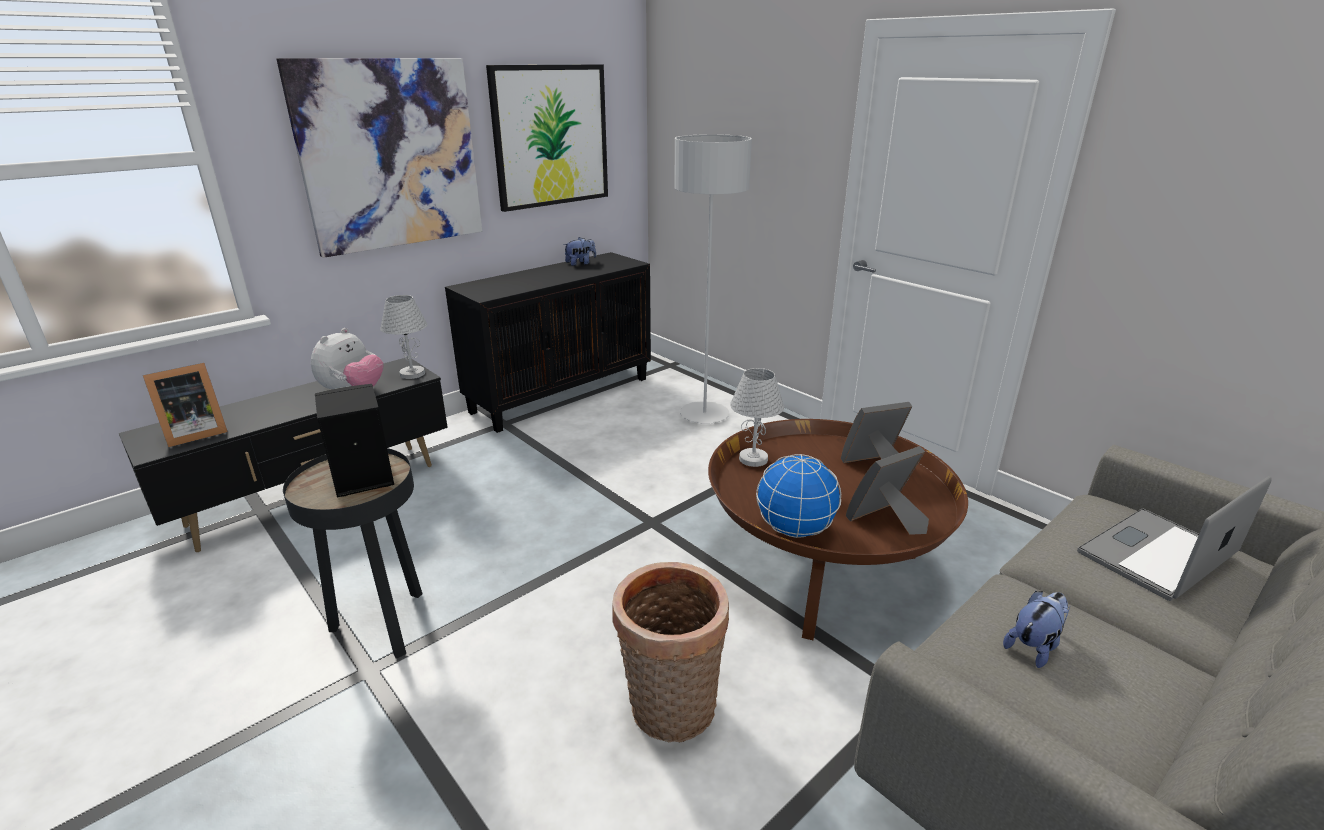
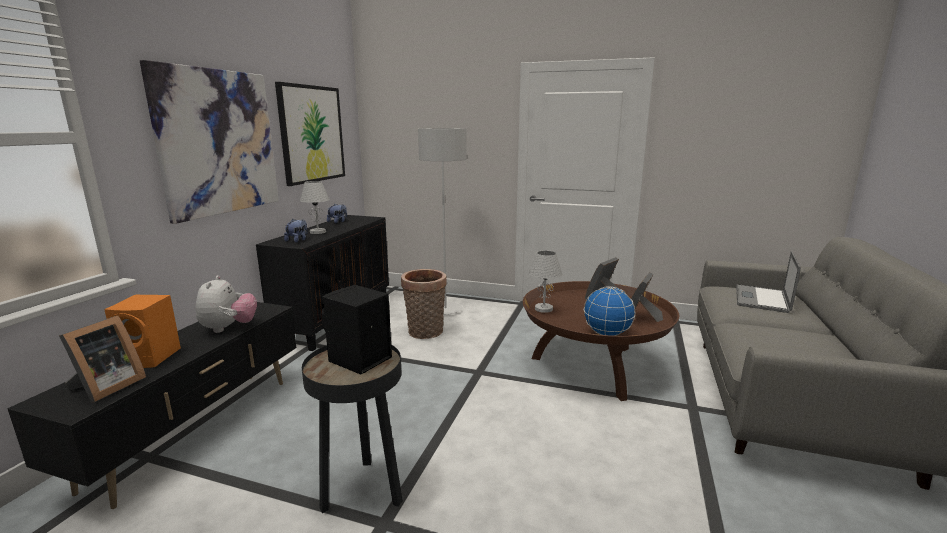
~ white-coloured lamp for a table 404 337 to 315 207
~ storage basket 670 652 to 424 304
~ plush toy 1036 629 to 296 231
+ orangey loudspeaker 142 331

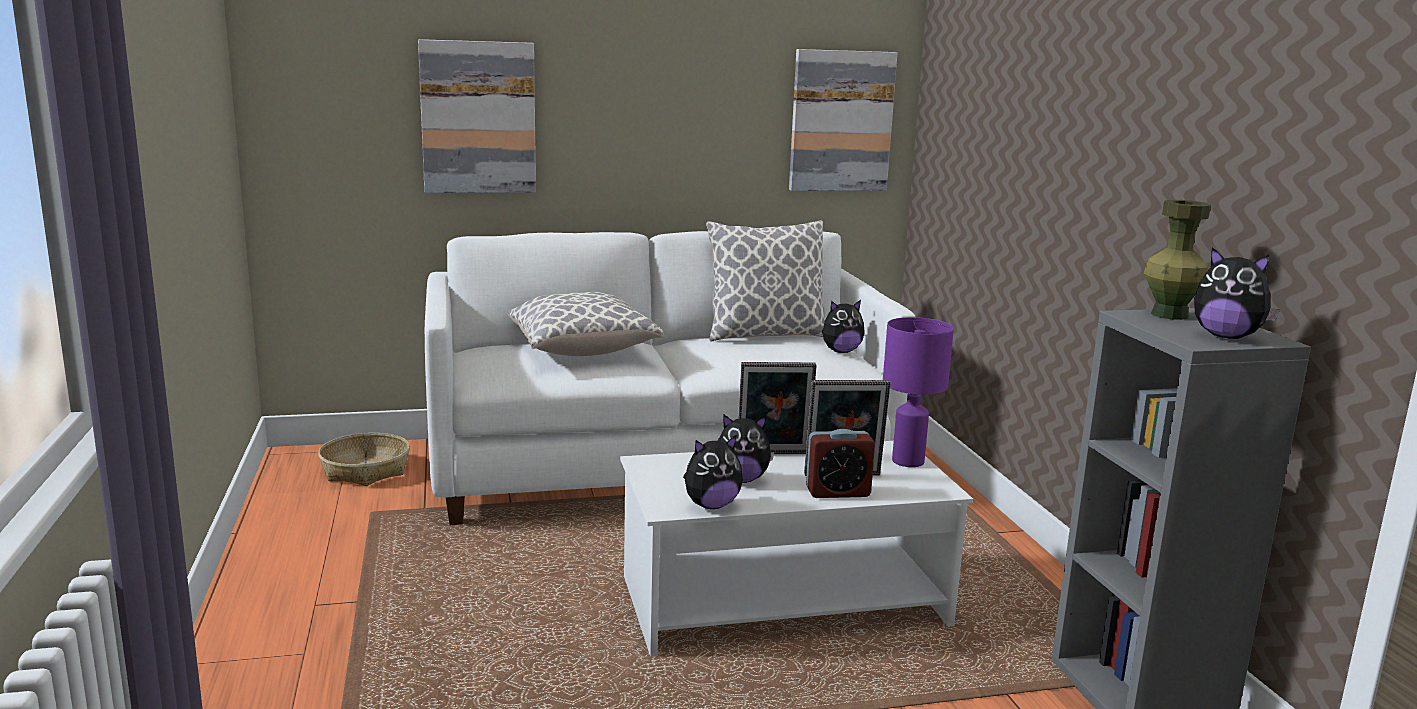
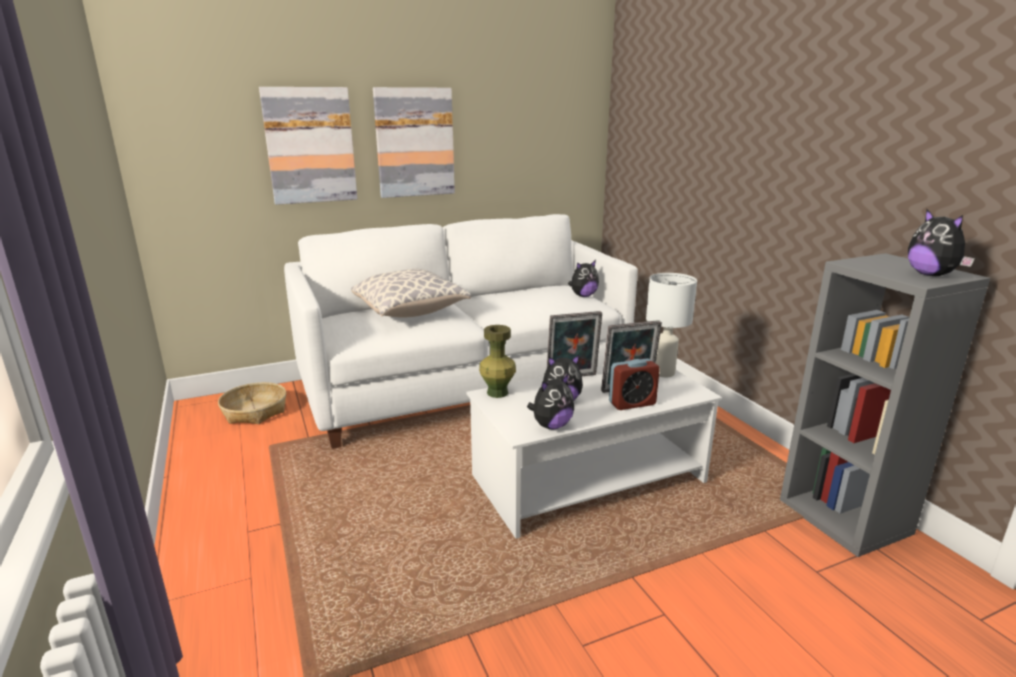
- throw pillow 765 281
~ picture 843 120 to 414 142
~ purple lamp for a table 918 392 to white-coloured lamp for a table 671 325
~ green decorative vase 1177 260 to 497 361
~ plush toy 1237 293 = 941 243 45 degrees clockwise

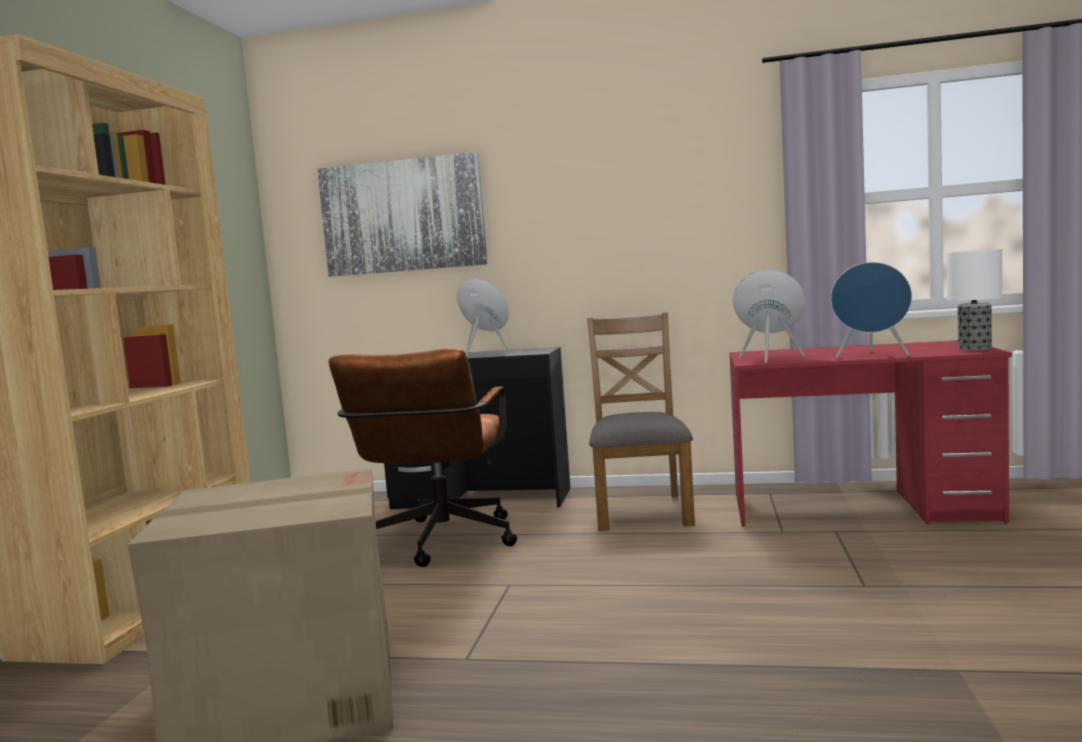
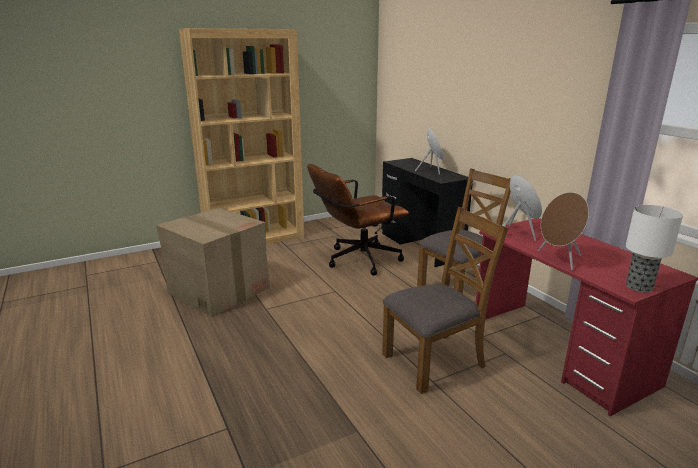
- picture 402 214
~ blue-coloured loudspeaker 871 310 to brownish loudspeaker 563 231
+ brownish chair 445 300

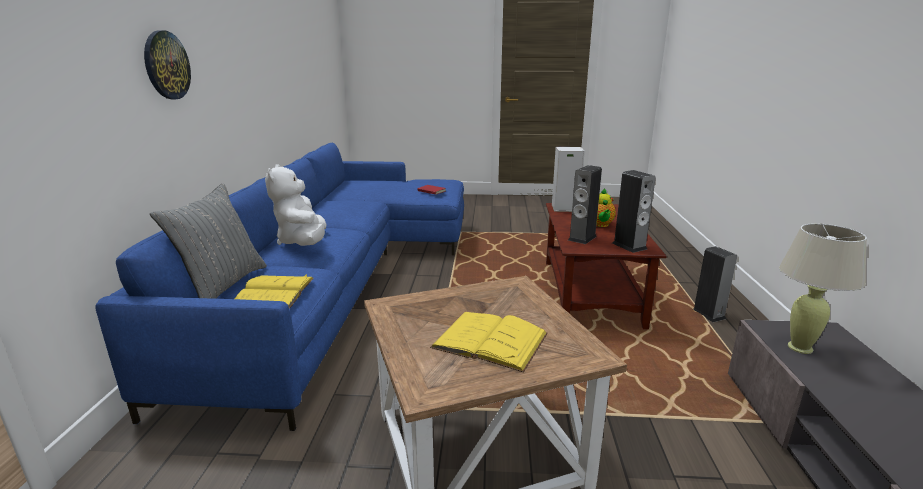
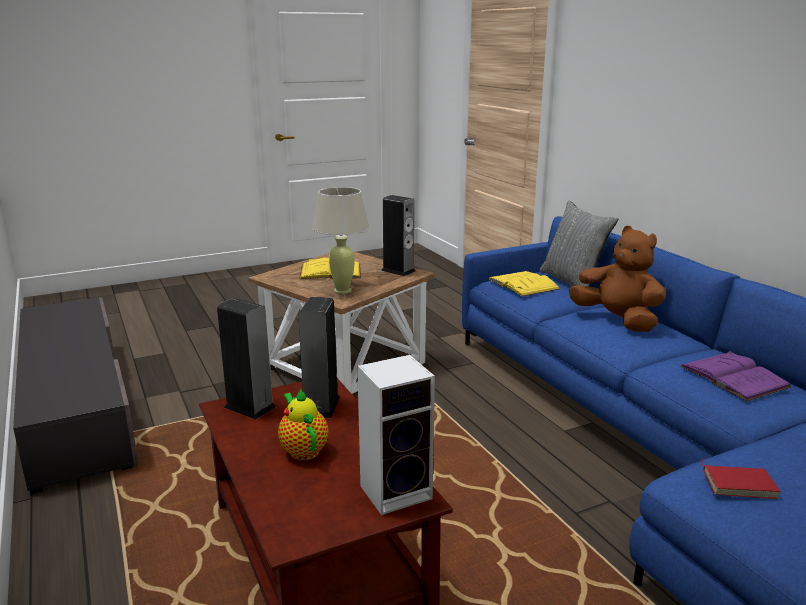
- wall clock 167 64
~ white-coloured plush toy 295 205 to brownish plush toy 617 279
~ loudspeaker 715 284 to 398 235
~ beige-coloured lamp for a table 823 288 to 340 240
+ purple volume 736 376

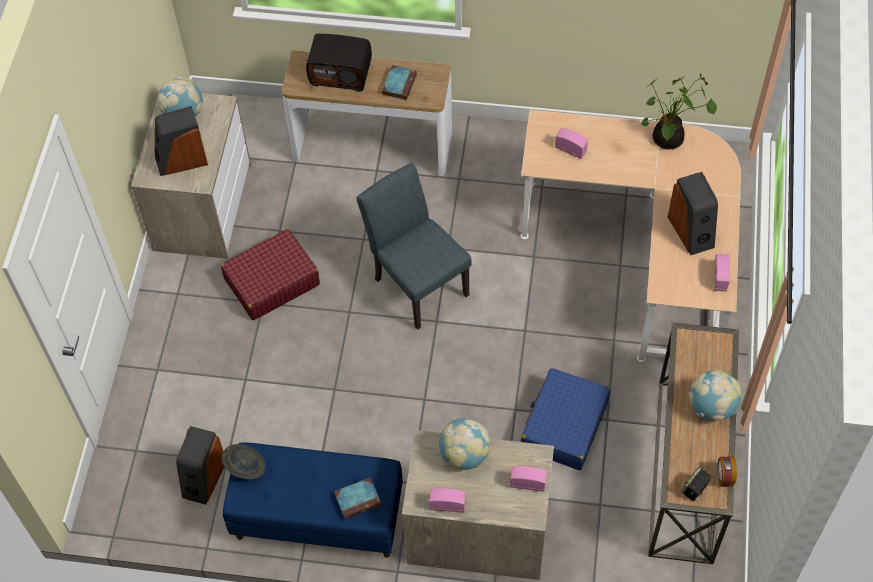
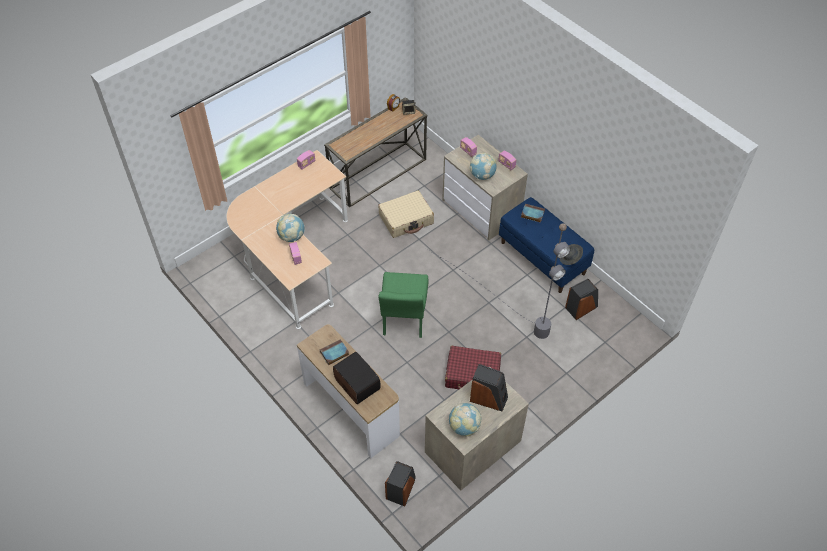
~ greyish chair 414 246 to green chair 403 305
~ blue-coloured travel case 565 419 to beige-coloured travel case 406 214
- potted plant 679 111
~ loudspeaker 693 213 to 400 484
~ globe 715 395 to 290 228
+ greyish standard lamp 498 281

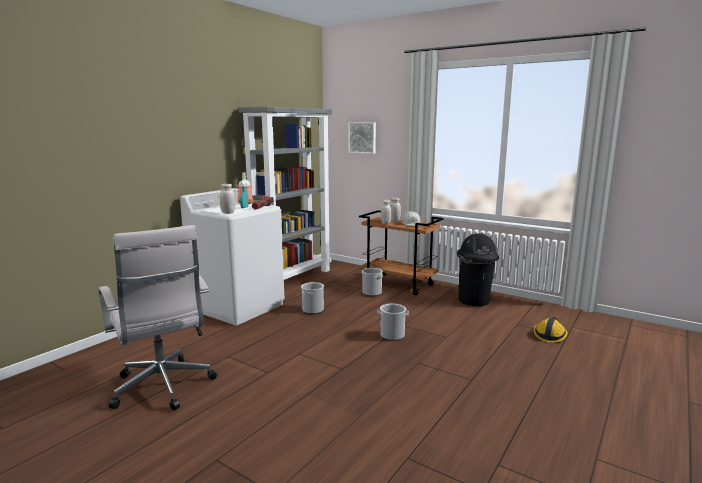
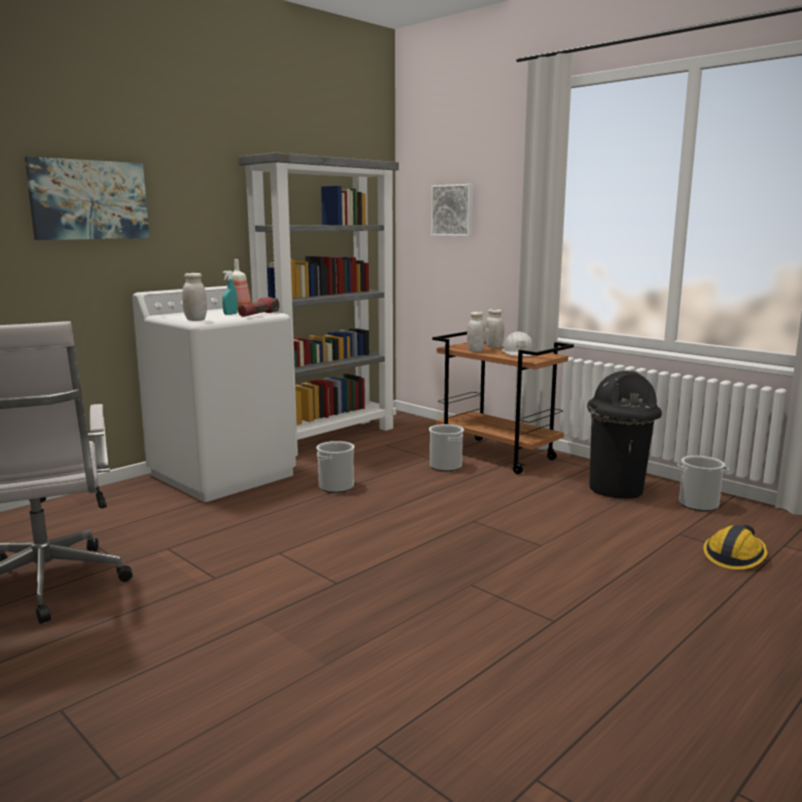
~ bucket 393 322 to 703 483
+ picture 87 198

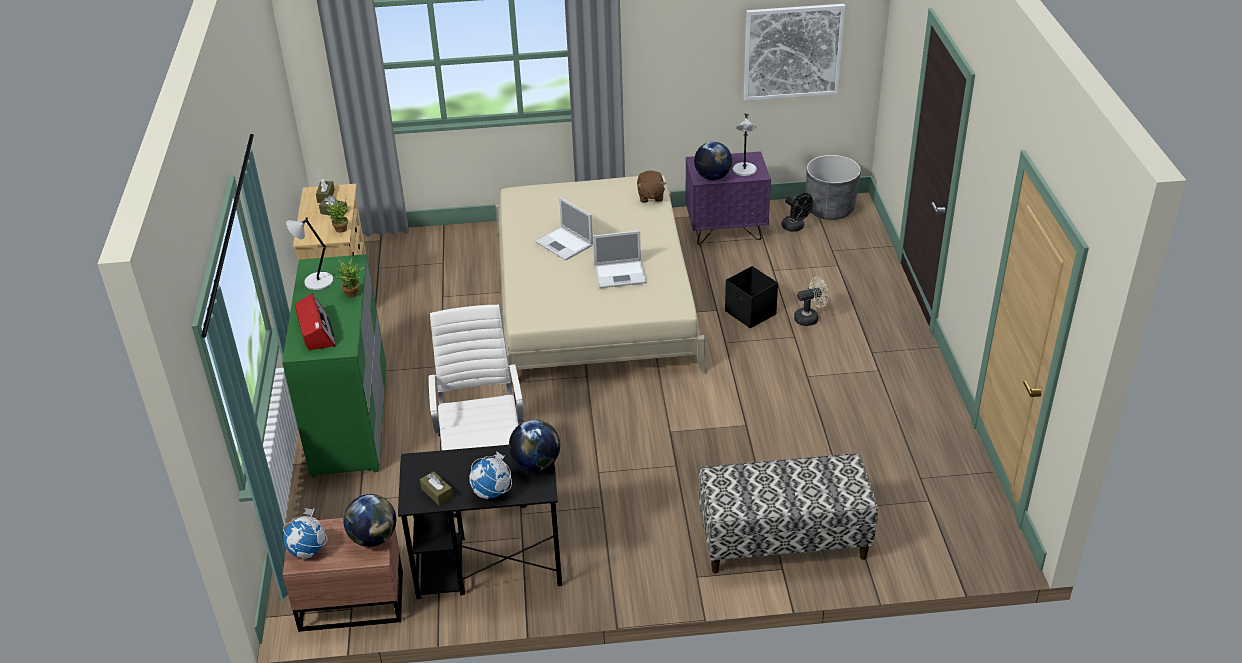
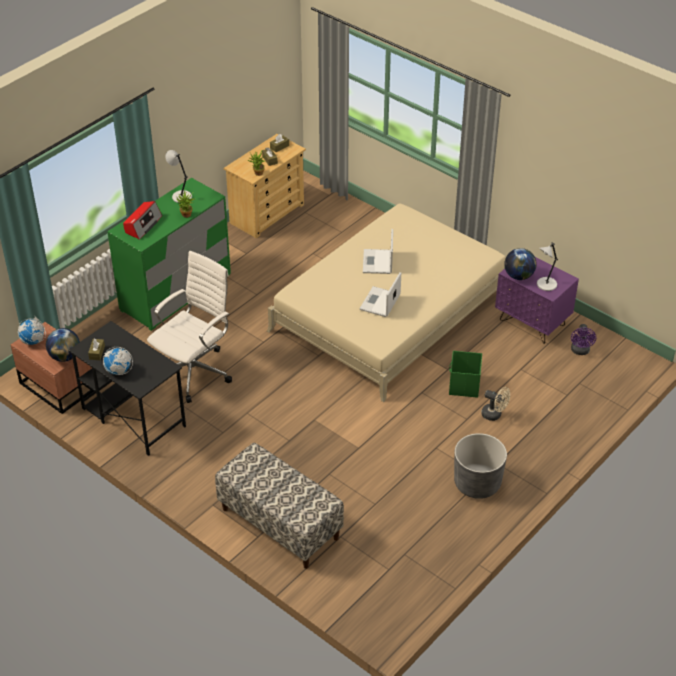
- globe 534 445
~ laptop 620 259 = 380 294 75 degrees clockwise
- brownish plush toy 651 187
~ black storage bin 751 297 to green storage bin 465 374
- picture 794 52
~ black fan 797 212 to purple fan 583 339
~ greyish planter 833 187 to 480 466

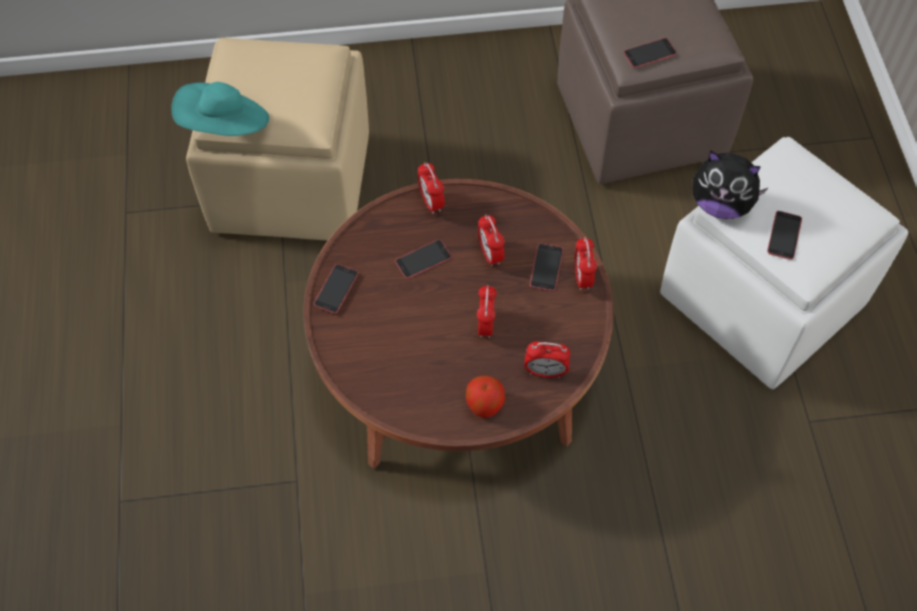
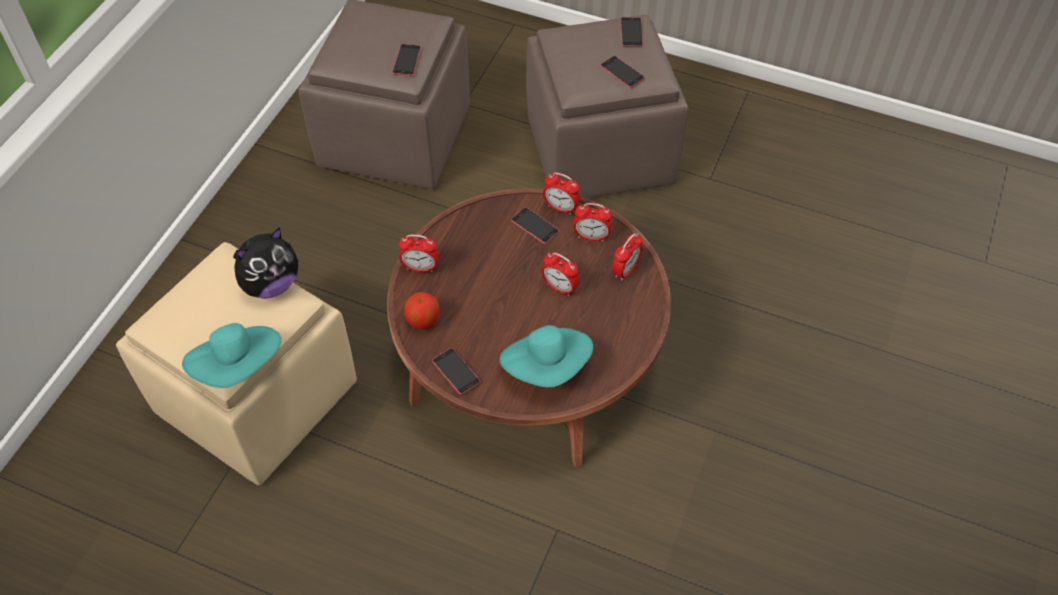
~ phone 423 259 to 631 32
~ apple fruit 485 397 to 422 310
~ table clock 491 241 to 592 222
~ white-coloured footrest 784 263 to brownish footrest 608 106
~ plush toy 730 184 to 265 263
+ turquoise-coloured wearable hat 546 356

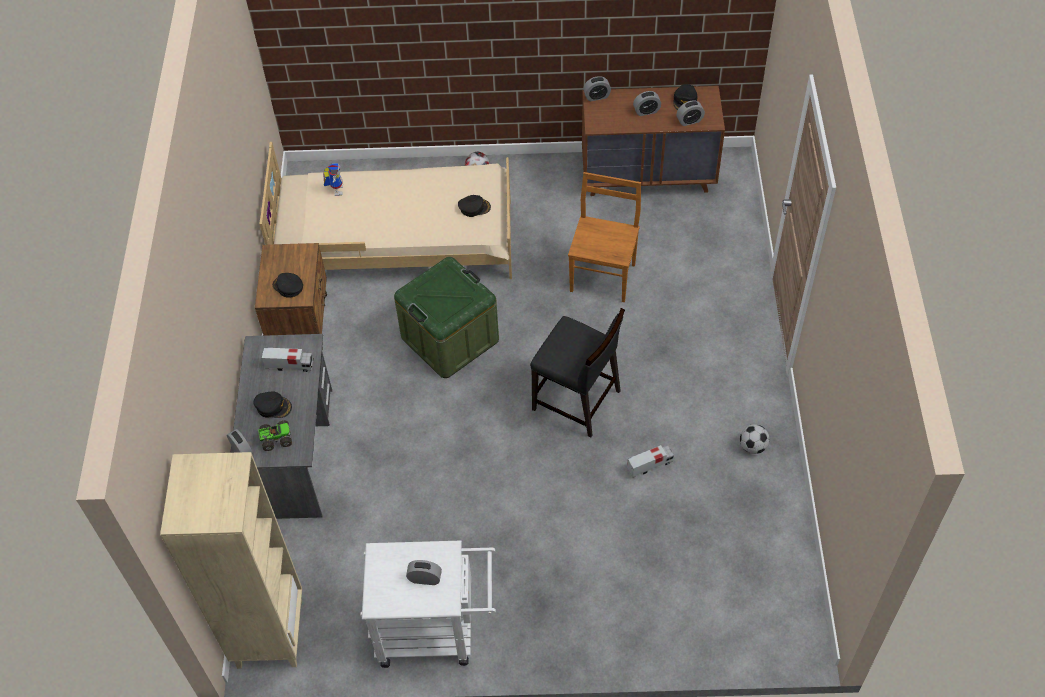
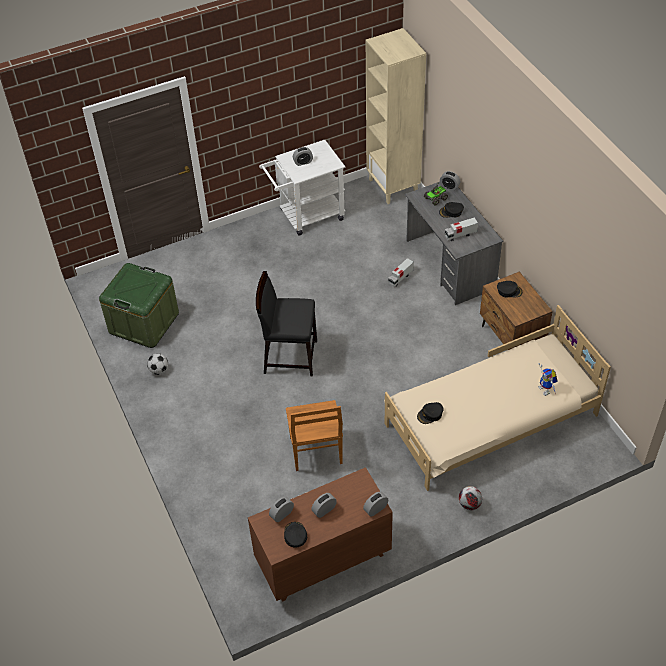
~ green storage bin 446 317 to 139 305
~ toy truck 650 461 to 401 272

